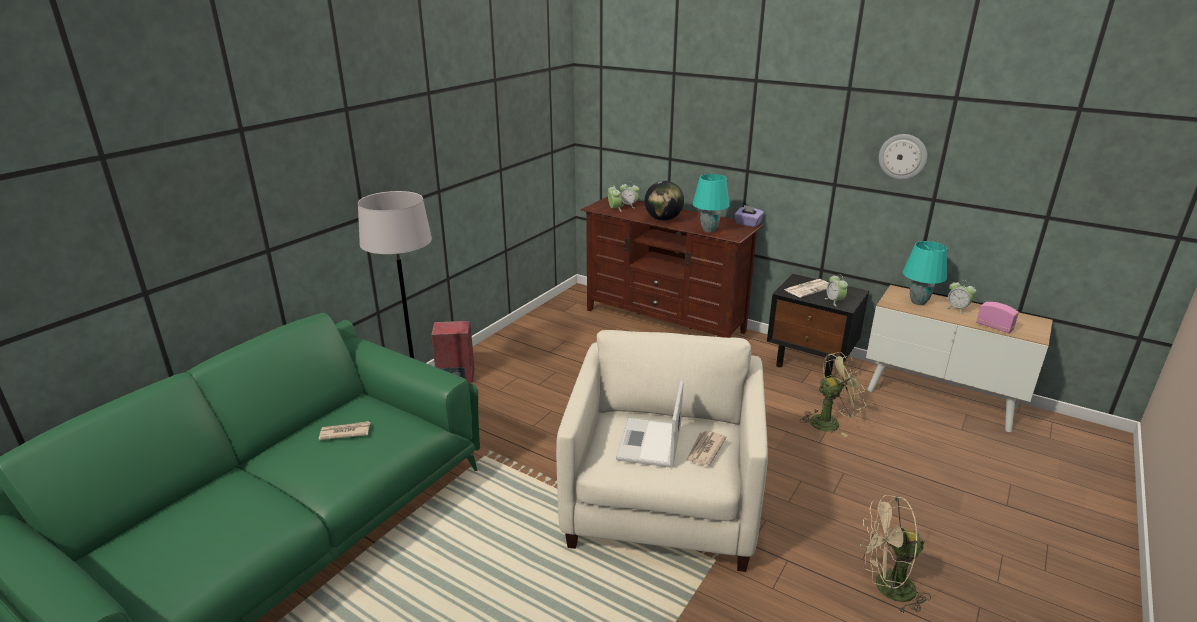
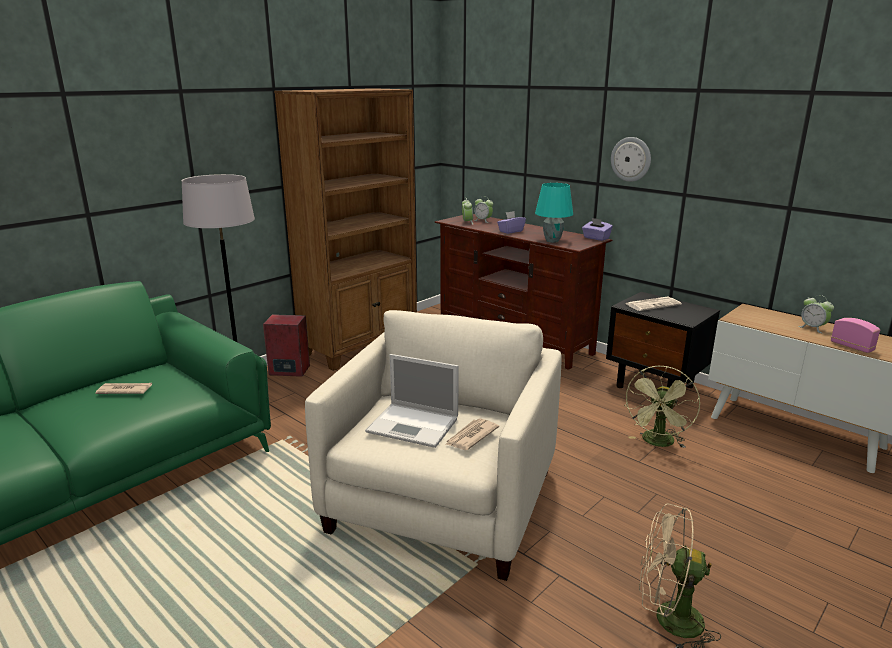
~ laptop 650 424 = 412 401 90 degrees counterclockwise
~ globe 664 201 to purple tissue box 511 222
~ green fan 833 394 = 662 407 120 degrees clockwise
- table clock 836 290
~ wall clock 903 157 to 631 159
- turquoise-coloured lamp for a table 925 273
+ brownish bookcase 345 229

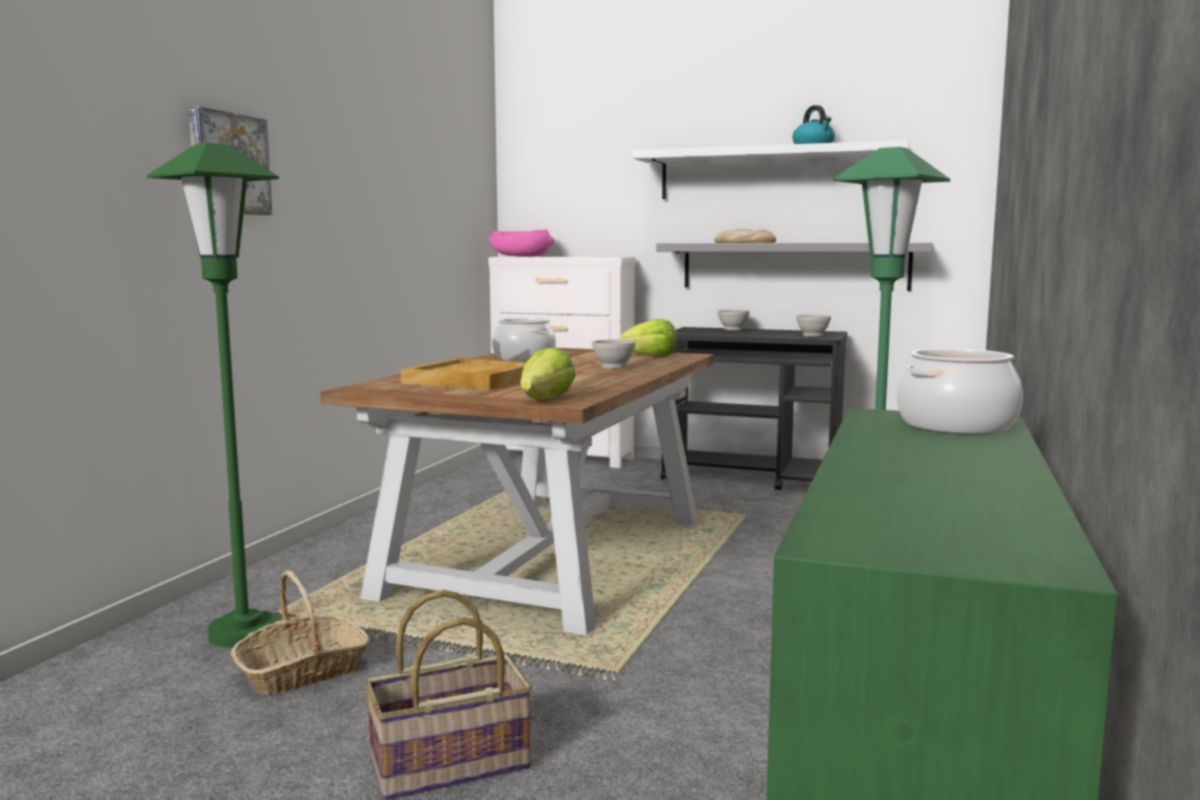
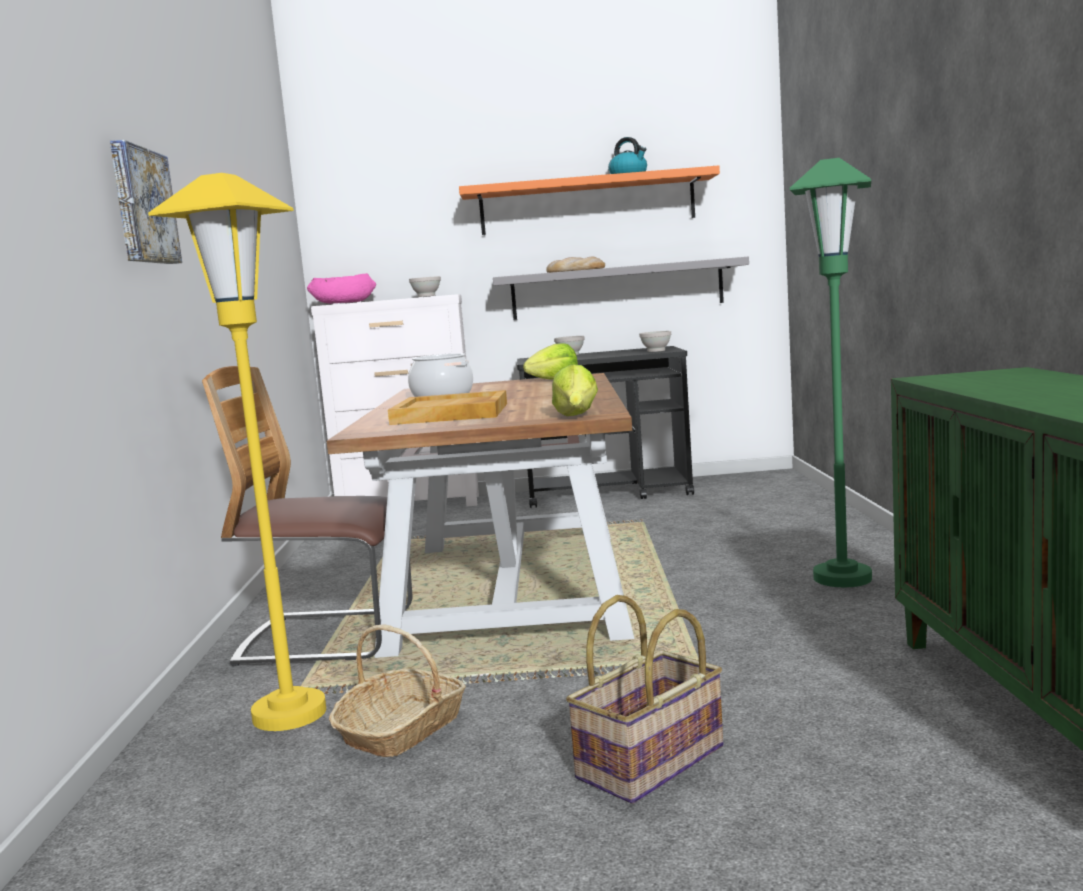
~ green standard lamp 213 395 to yellowish standard lamp 237 452
~ white-coloured deep dish 614 354 to 425 286
~ white-coloured shelf 771 169 to orangey shelf 589 200
- stockpot 960 391
+ chair 307 516

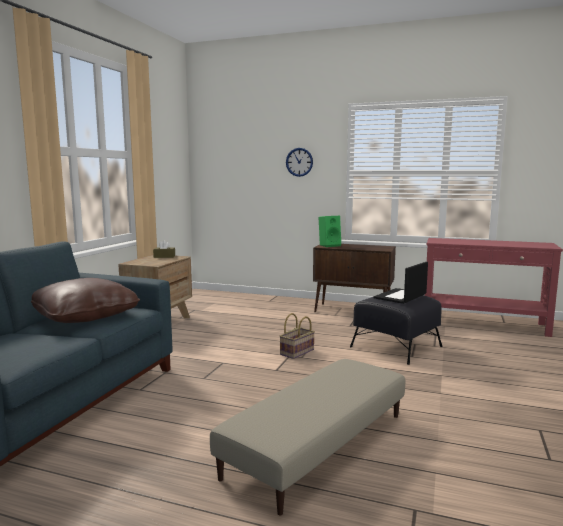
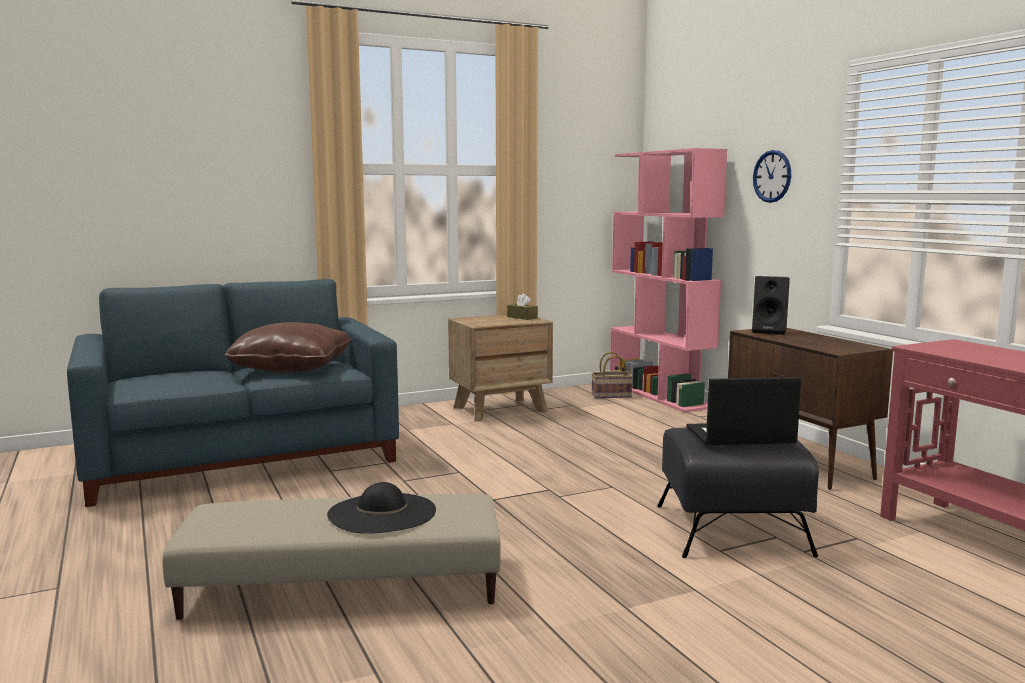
~ storage basket 297 336 to 612 375
~ green loudspeaker 330 231 to black loudspeaker 771 305
+ black wearable hat 381 508
+ pinkish bookcase 668 280

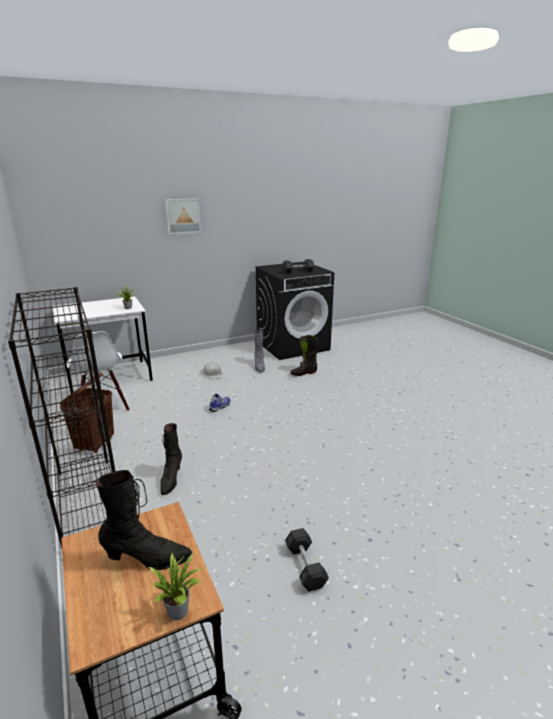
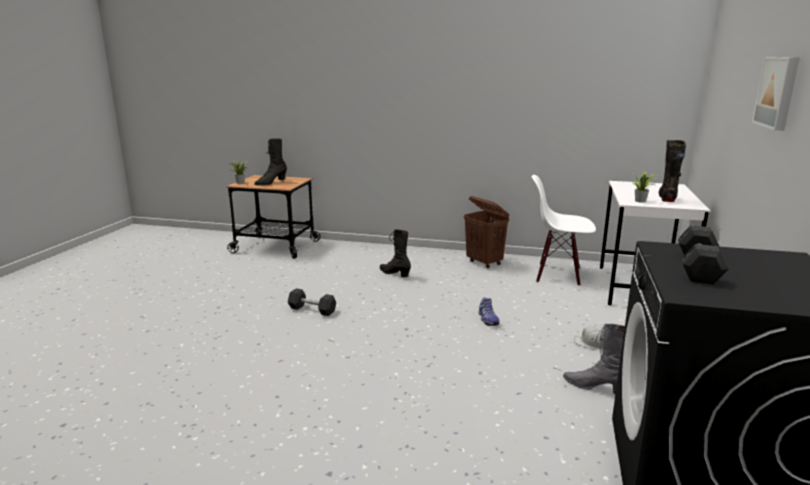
- black bookcase 61 418
~ greyish dumbbell 307 560 to 312 302
~ black high-top boot 304 355 to 672 171

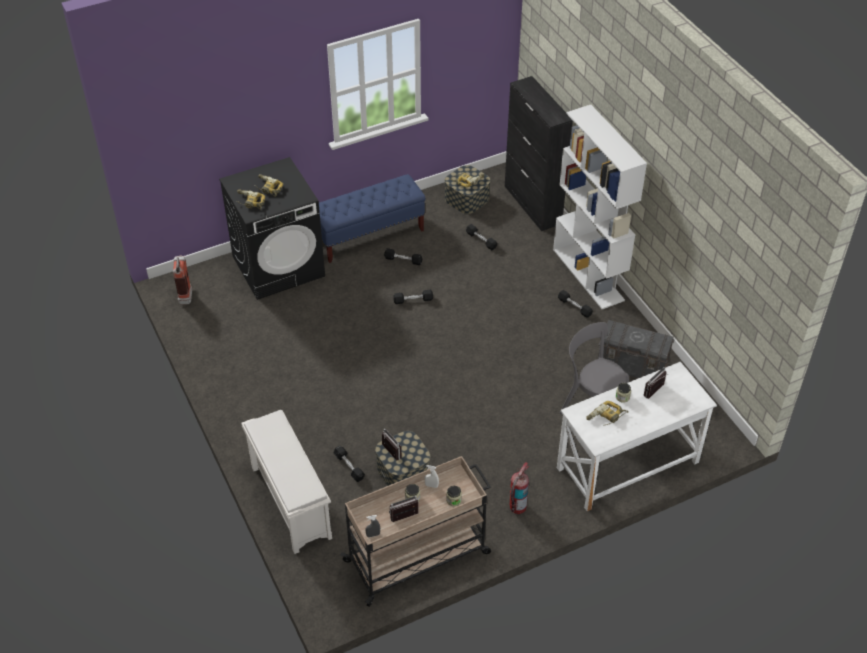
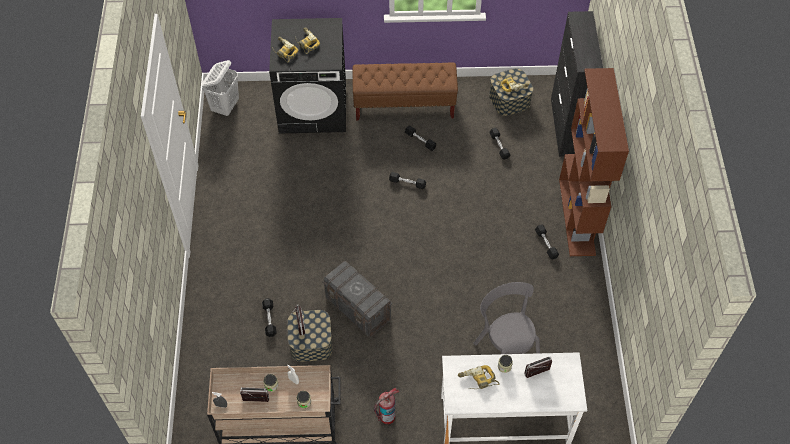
~ extinguisher 182 280 to white-coloured laundry basket 220 88
- white-coloured shoe shelf 286 482
~ blue-coloured indoor bench 372 218 to brownish indoor bench 405 91
~ white-coloured bookcase 600 207 to brownish bookcase 594 162
~ greyish storage bin 636 349 to 357 299

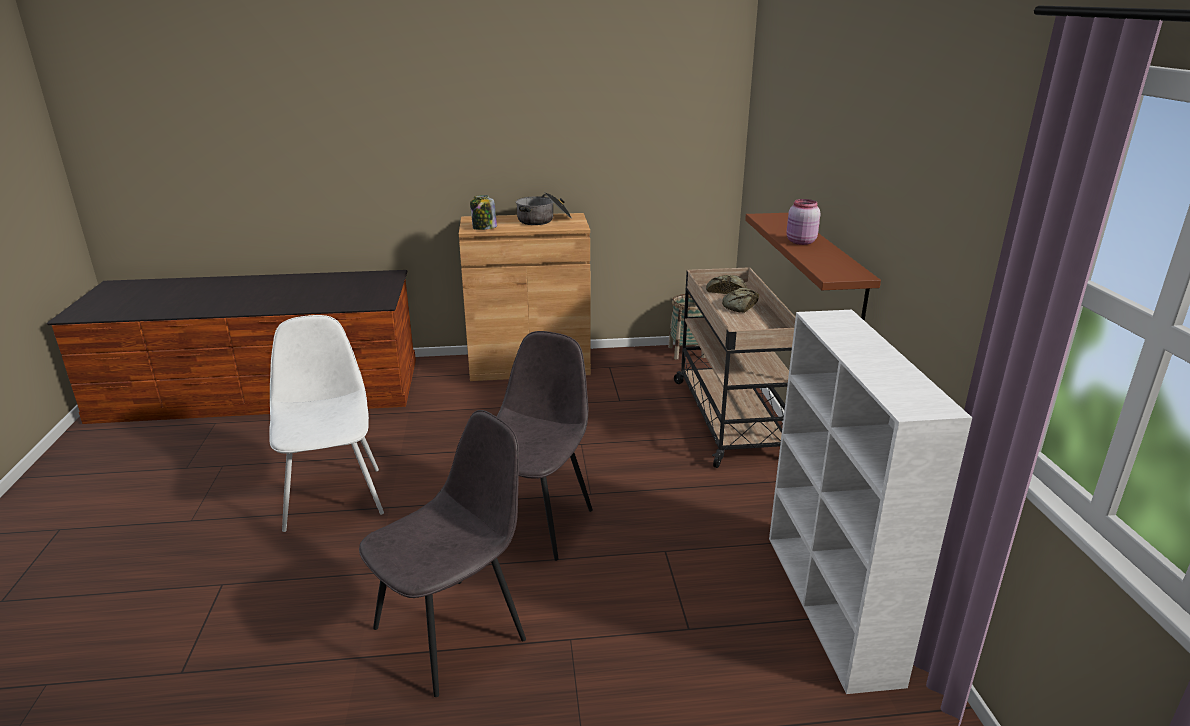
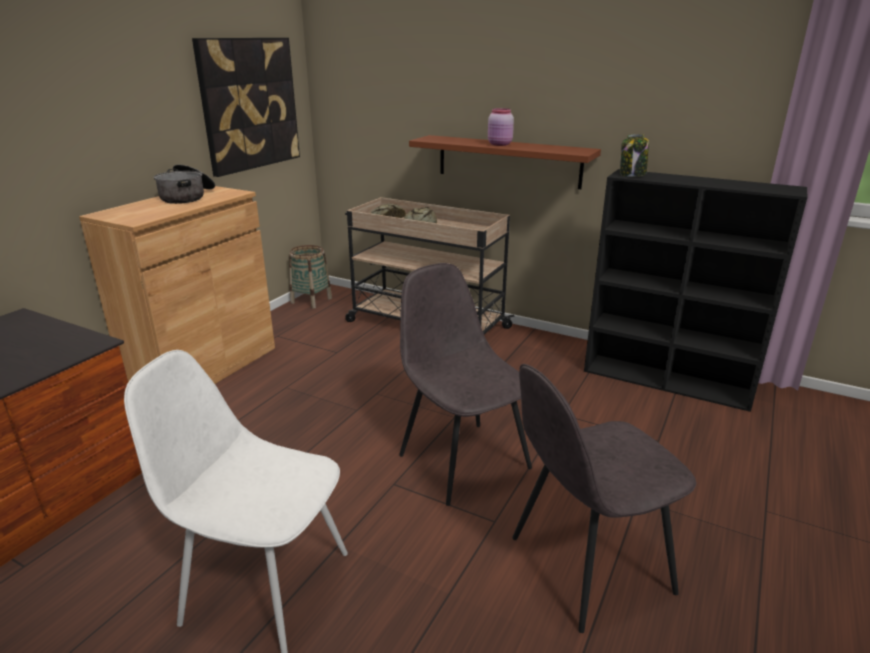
~ greyish chair 442 553 = 604 498 105 degrees counterclockwise
~ storage jar 483 212 to 634 155
~ white-coloured bookcase 870 502 to black bookcase 695 290
+ picture 246 107

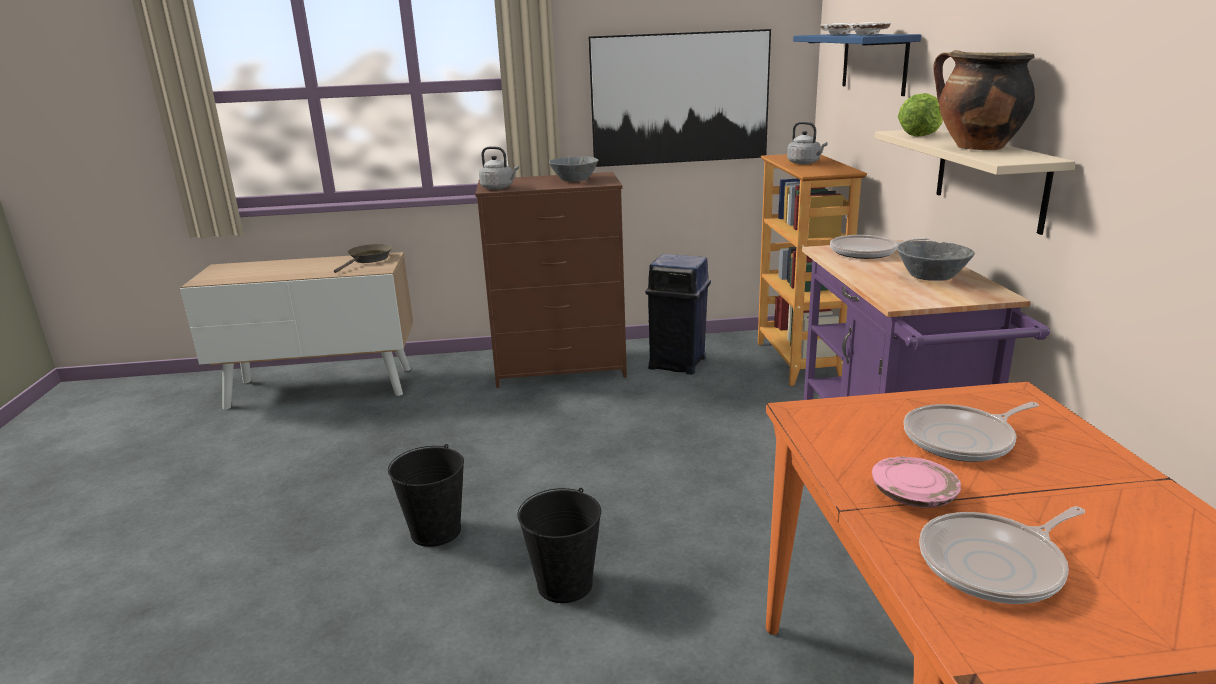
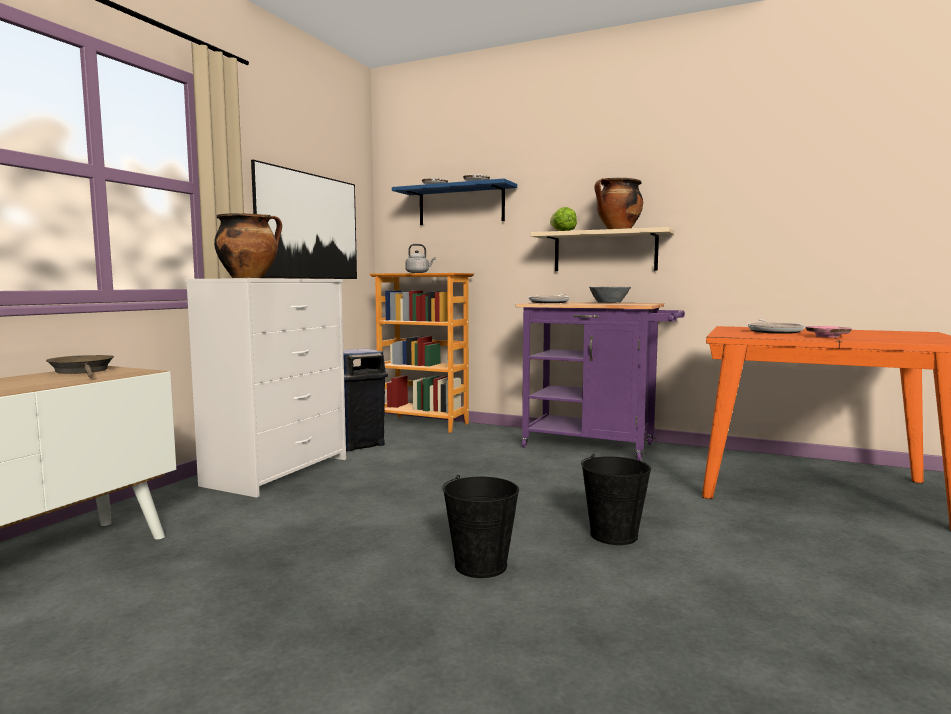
~ brownish drawer chest 551 280 to white-coloured drawer chest 265 388
~ greyish tea kettle 499 168 to stockpot 248 245
- greyish deep dish 573 169
- pan 1002 555

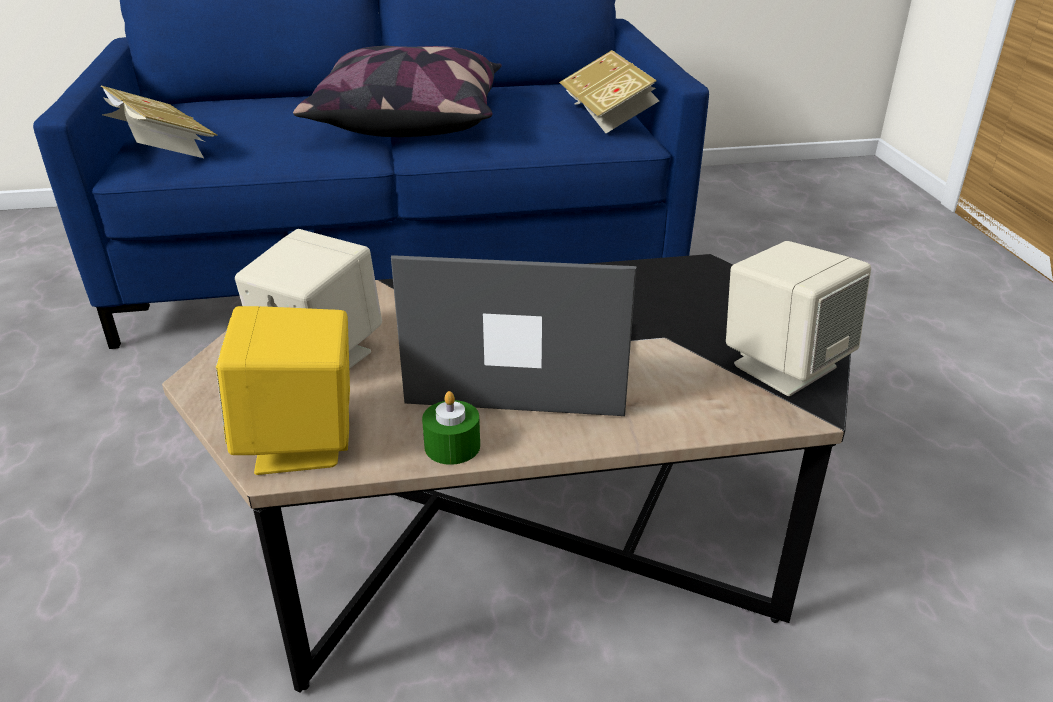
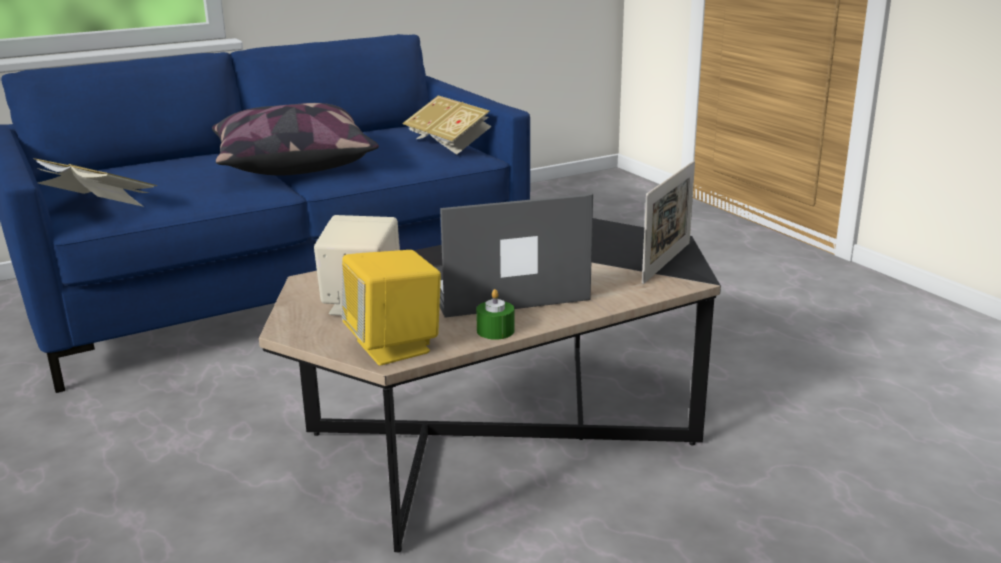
~ beige-coloured loudspeaker 798 318 to photo frame 668 222

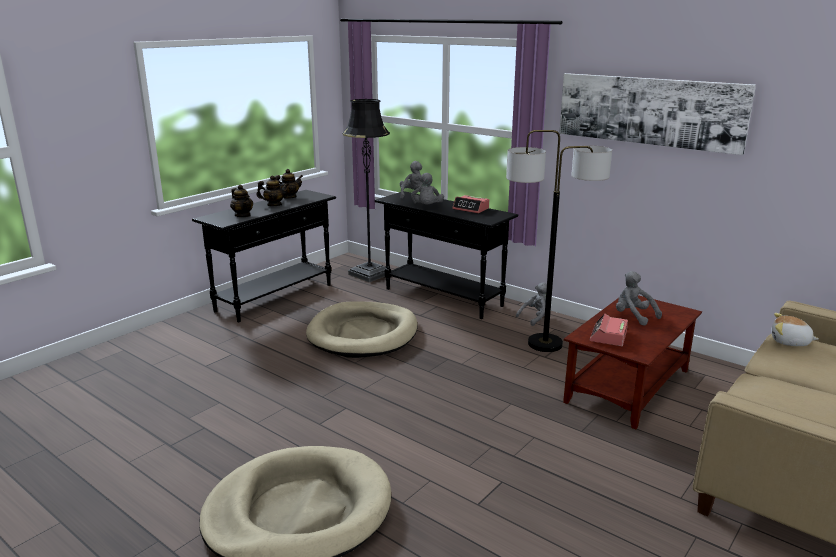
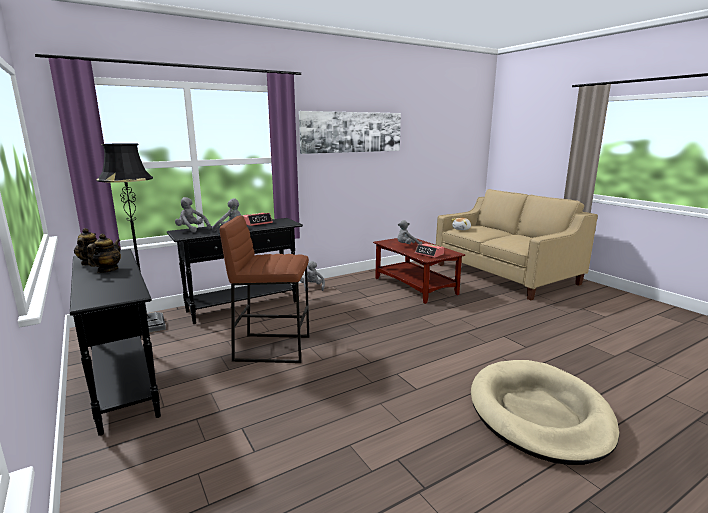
- pot for tea 241 201
~ beige-coloured pet bed 361 329 to brownish sitting stool 264 289
- standard lamp 559 241

